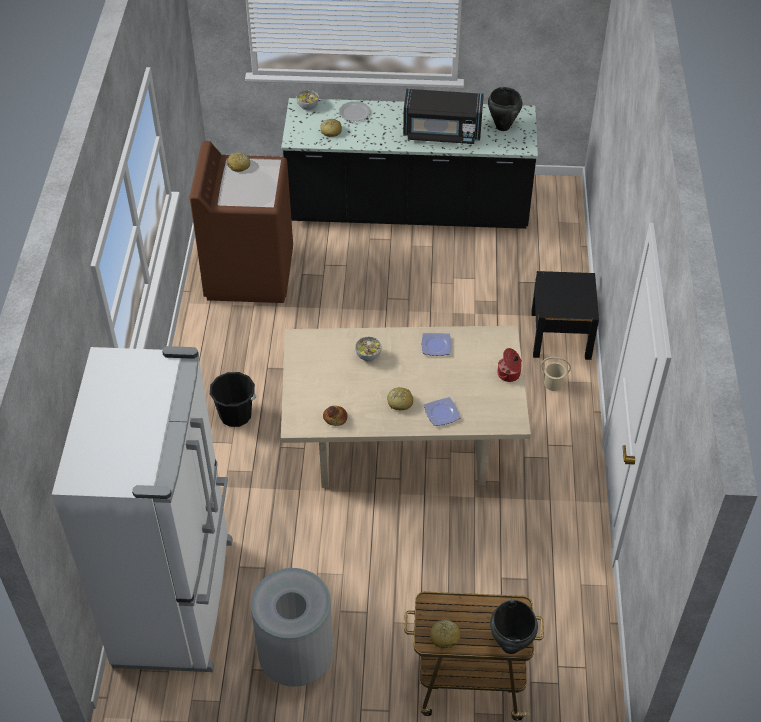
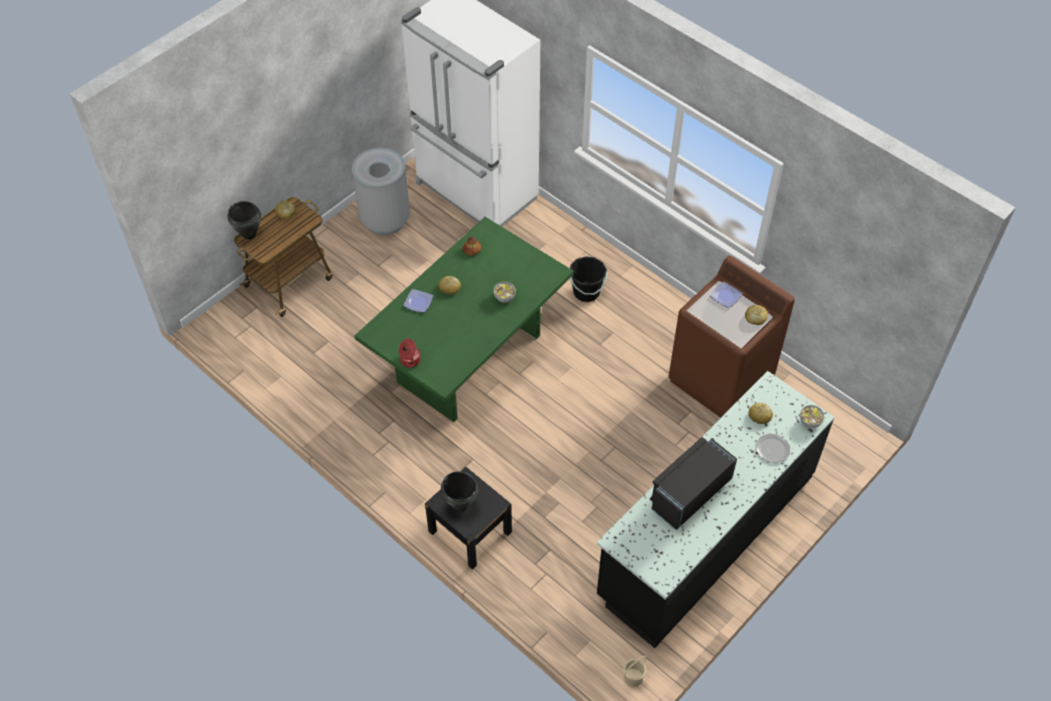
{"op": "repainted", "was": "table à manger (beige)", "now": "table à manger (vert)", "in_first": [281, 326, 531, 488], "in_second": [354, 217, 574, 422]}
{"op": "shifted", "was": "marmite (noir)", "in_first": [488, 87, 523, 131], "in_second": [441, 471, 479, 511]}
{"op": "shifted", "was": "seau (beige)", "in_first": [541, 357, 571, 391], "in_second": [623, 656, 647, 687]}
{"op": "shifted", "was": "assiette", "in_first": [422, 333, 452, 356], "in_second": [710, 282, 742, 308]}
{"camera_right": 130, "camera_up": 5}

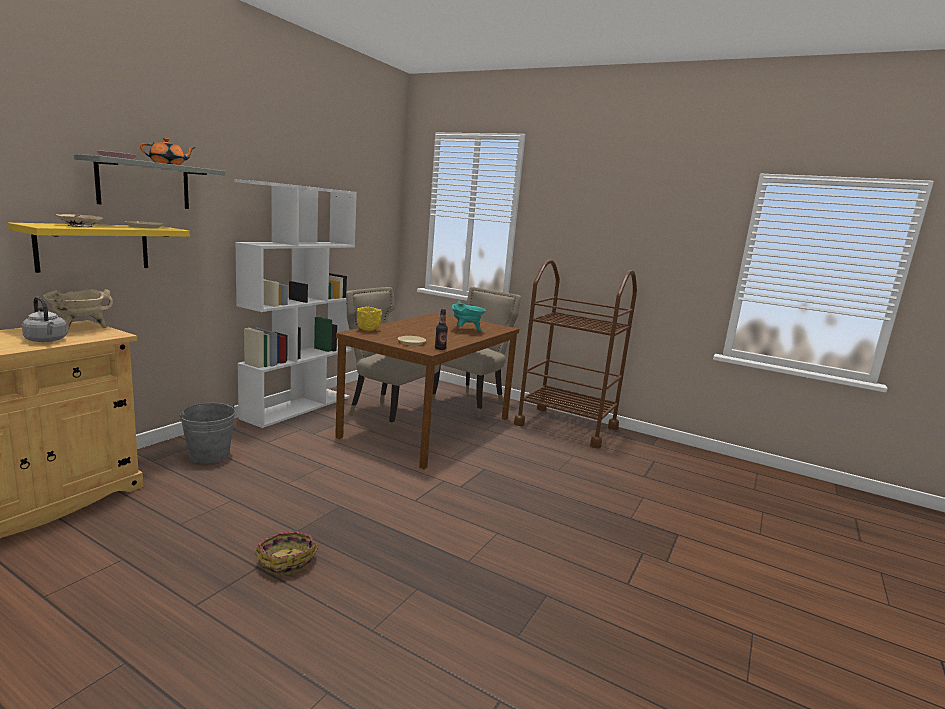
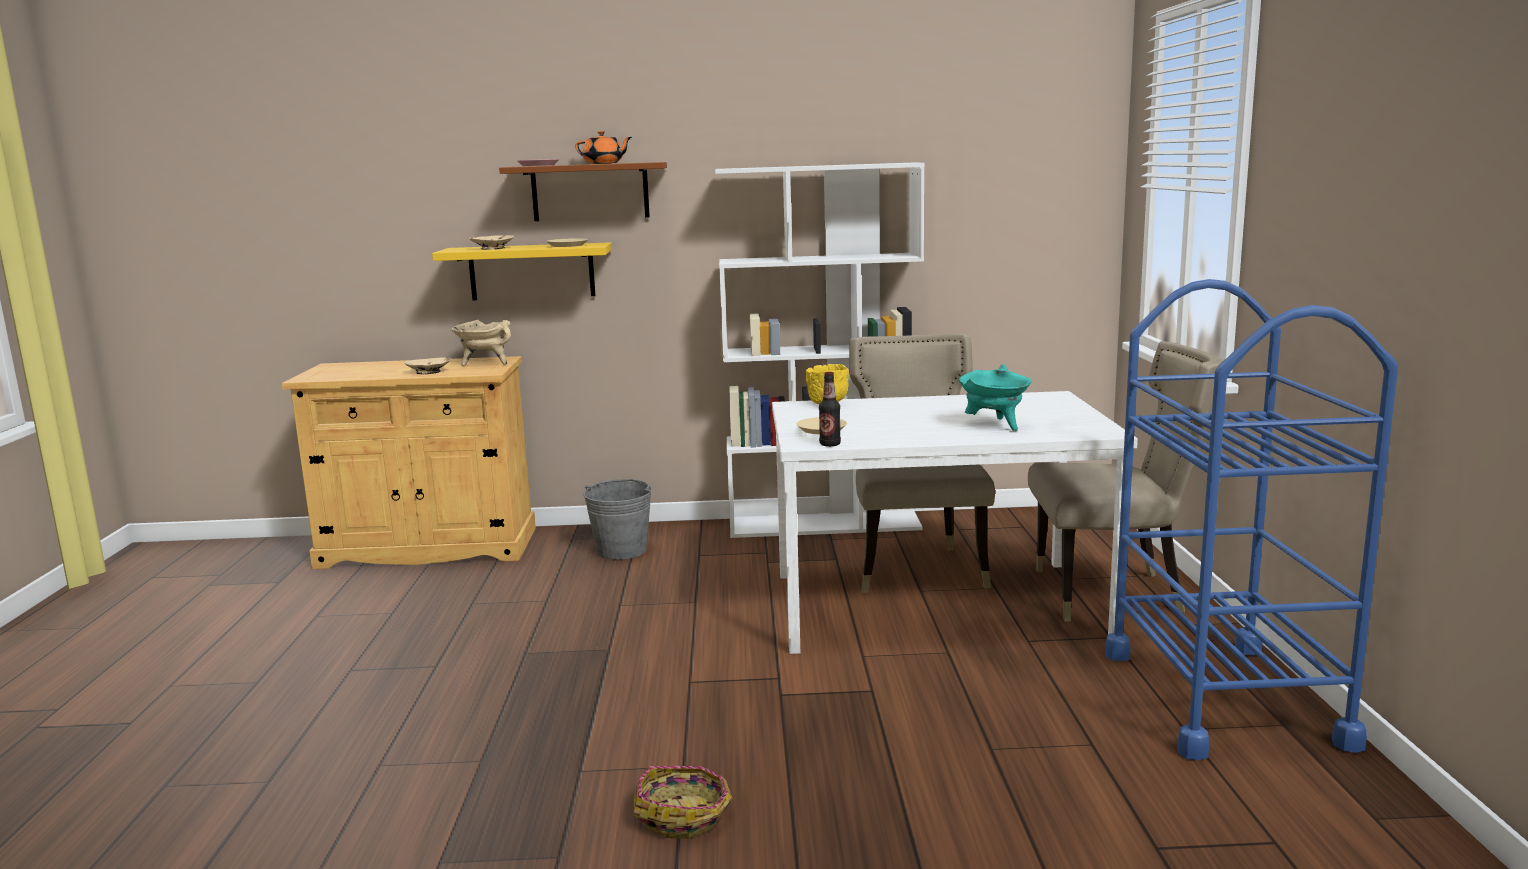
{"op": "swapped", "was": "bouilloire (gris)", "now": "bol (beige)", "in_first": [22, 297, 67, 342], "in_second": [404, 357, 451, 374]}
{"op": "repainted", "was": "étagère (gris)", "now": "étagère (marron)", "in_first": [74, 154, 225, 209], "in_second": [499, 162, 667, 221]}
{"op": "shifted", "was": "panier", "in_first": [255, 531, 318, 576], "in_second": [634, 766, 732, 839]}
{"op": "repainted", "was": "table à manger (marron)", "now": "table à manger (blanc)", "in_first": [335, 313, 519, 469], "in_second": [772, 391, 1138, 654]}
{"op": "repainted", "was": "chariot (marron)", "now": "chariot (bleu)", "in_first": [514, 260, 637, 449], "in_second": [1105, 279, 1398, 760]}
{"camera_right": 60, "camera_up": 0}

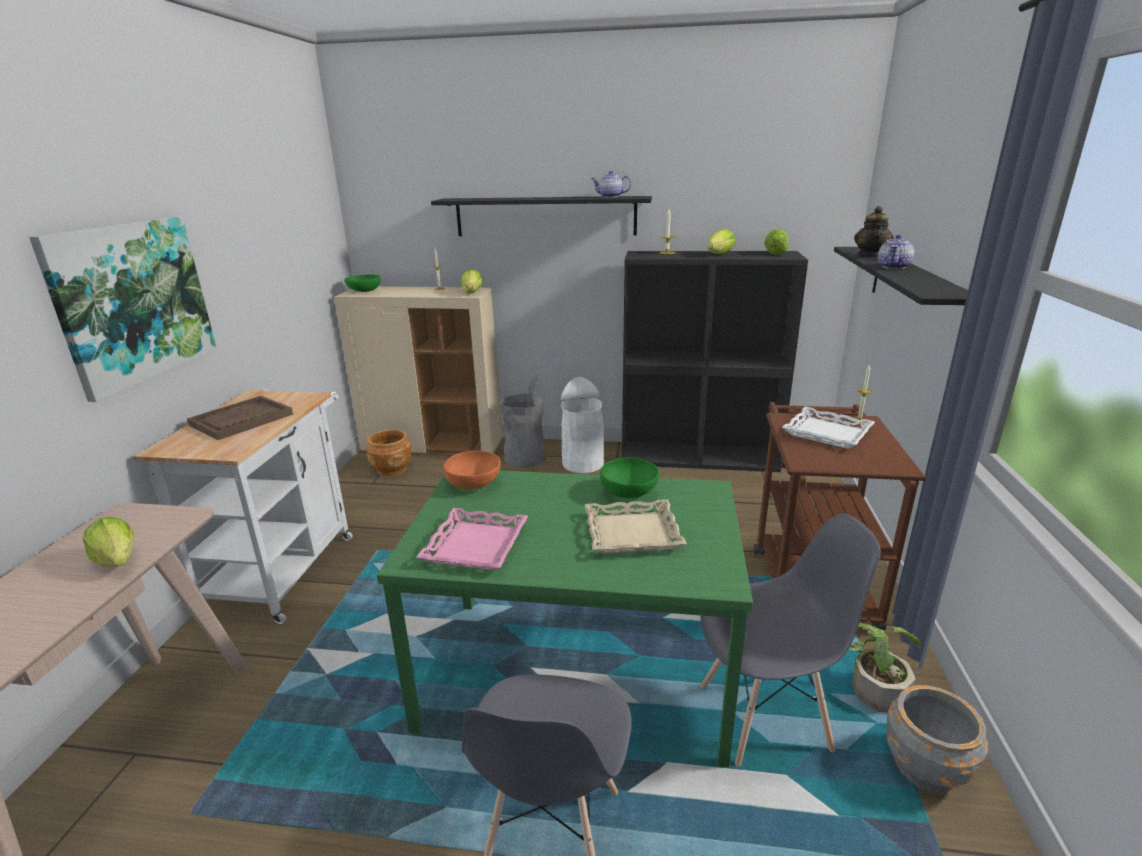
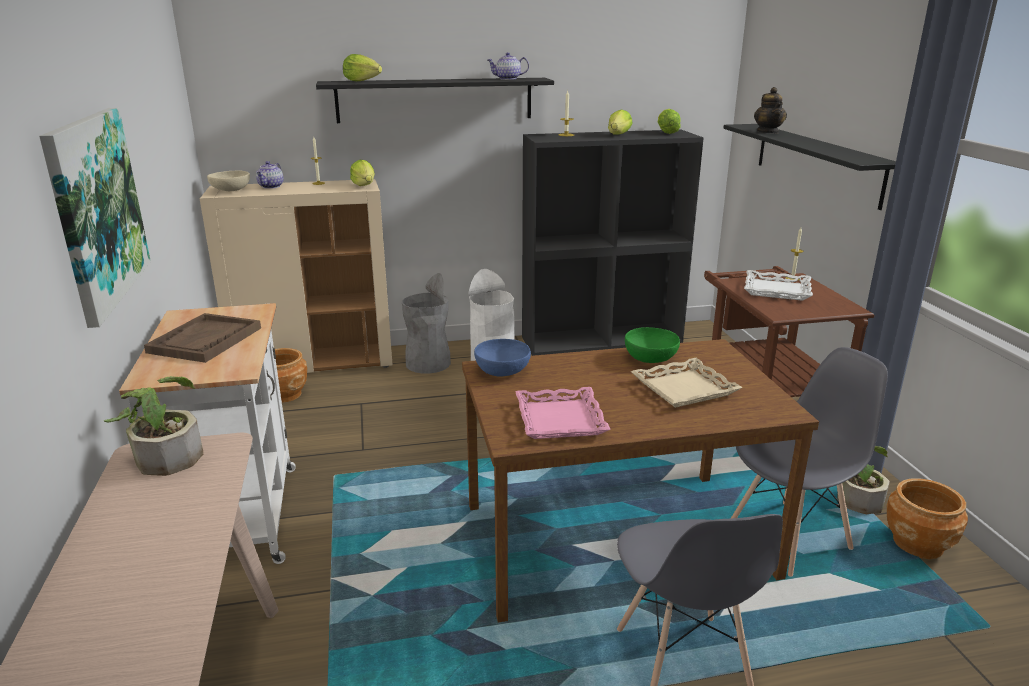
{"op": "new", "now": "plante en pot", "in_second": [103, 376, 203, 476]}
{"op": "repainted", "was": "bol (vert)", "now": "bol (beige)", "in_first": [344, 274, 381, 292], "in_second": [207, 171, 250, 191]}
{"op": "shifted", "was": "théière", "in_first": [878, 234, 914, 269], "in_second": [256, 161, 284, 189]}
{"op": "shifted", "was": "laitue", "in_first": [83, 517, 134, 567], "in_second": [343, 54, 382, 81]}
{"op": "repainted", "was": "table à manger (vert)", "now": "table à manger (marron)", "in_first": [377, 470, 753, 768], "in_second": [462, 339, 819, 622]}
{"op": "repainted", "was": "bol (orange)", "now": "bol (bleu)", "in_first": [444, 451, 501, 489], "in_second": [474, 339, 531, 377]}
{"op": "repainted", "was": "cache-pot (gris)", "now": "cache-pot (marron)", "in_first": [887, 685, 988, 793], "in_second": [887, 478, 968, 559]}
{"camera_right": -20, "camera_up": 0}

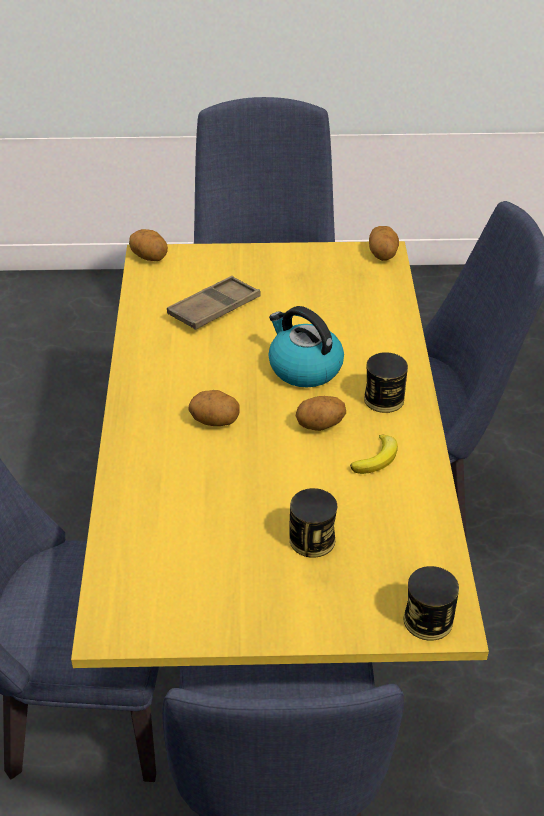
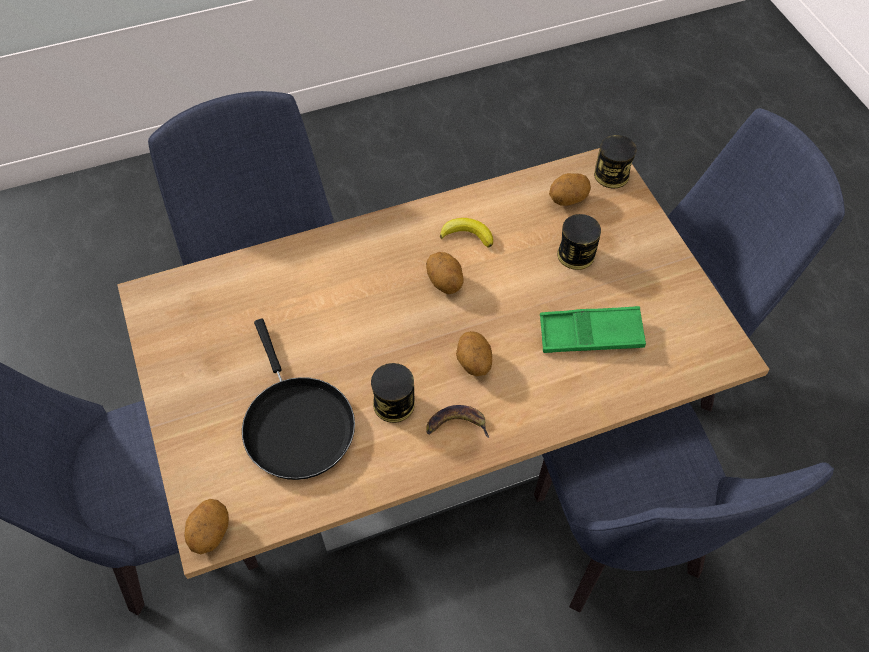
{"op": "repainted", "was": "table à manger (jaune)", "now": "table à manger (marron)", "in_first": [71, 241, 489, 668], "in_second": [117, 148, 770, 579]}
{"op": "swapped", "was": "plateau (marron)", "now": "poêle (noir)", "in_first": [167, 276, 261, 330], "in_second": [242, 318, 355, 480]}
{"op": "shifted", "was": "boîte métallique", "in_first": [364, 352, 408, 413], "in_second": [371, 363, 415, 423]}
{"op": "new", "now": "banane", "in_second": [426, 405, 489, 438]}
{"op": "new", "now": "plateau (vert)", "in_second": [540, 306, 646, 353]}
{"op": "shifted", "was": "pomme de terre", "in_first": [369, 226, 399, 261], "in_second": [549, 173, 591, 206]}
{"op": "gone", "was": "bouilloire", "in_first": [268, 306, 344, 387]}
{"camera_right": -110, "camera_up": 15}

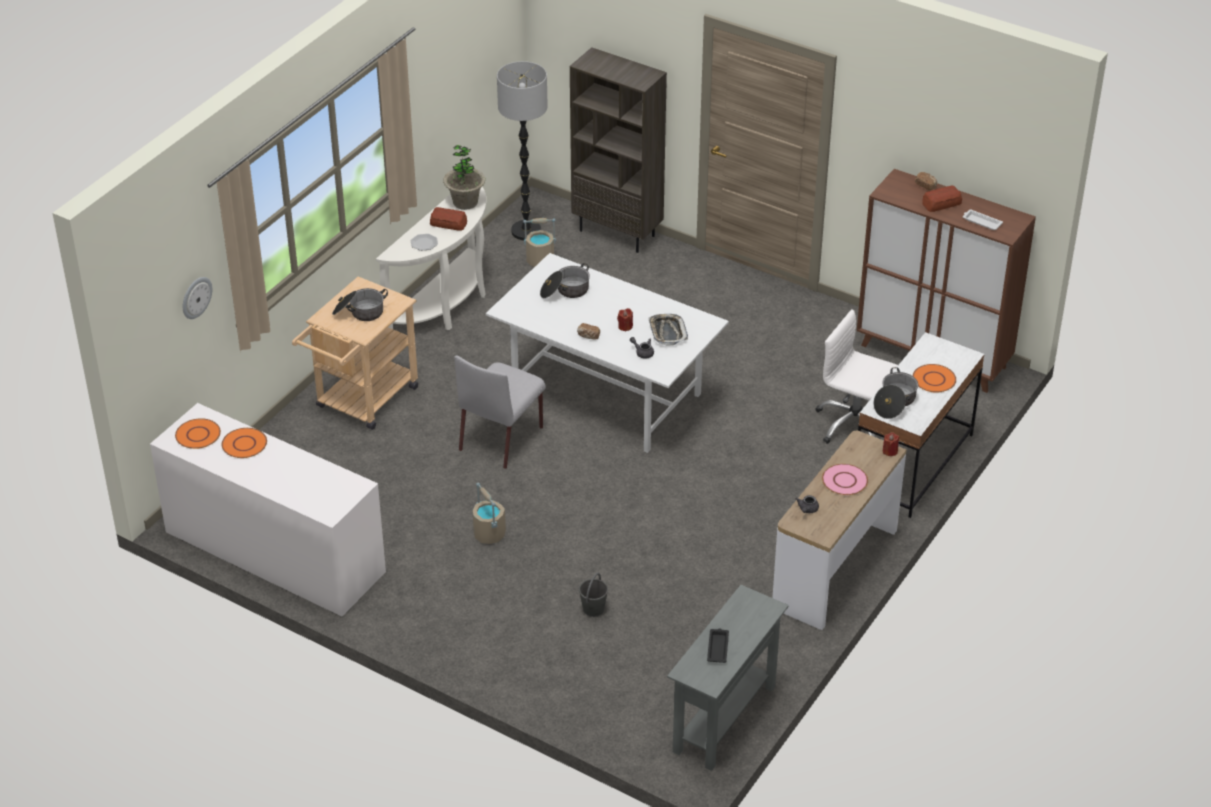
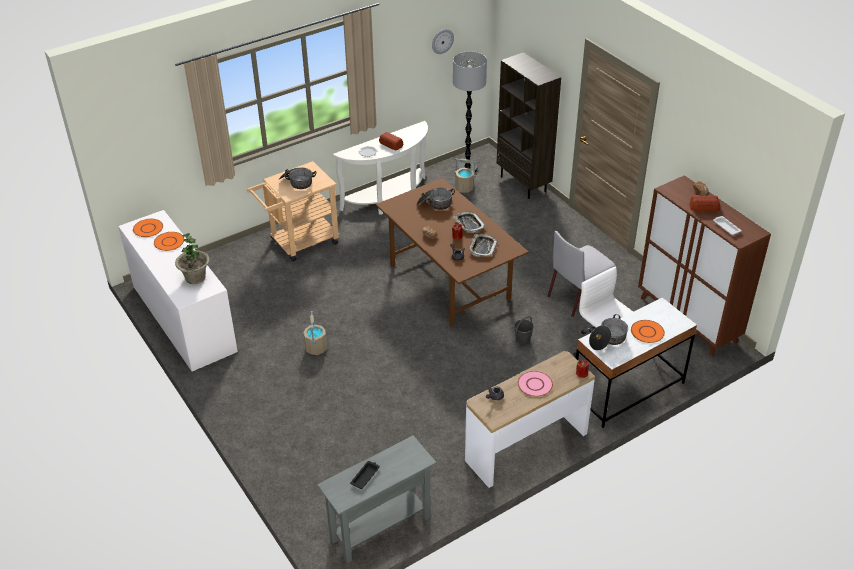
{"op": "shifted", "was": "plante en pot", "in_first": [443, 145, 486, 210], "in_second": [175, 233, 210, 284]}
{"op": "repainted", "was": "table à manger (blanc)", "now": "table à manger (marron)", "in_first": [486, 253, 729, 453], "in_second": [376, 178, 529, 327]}
{"op": "shifted", "was": "horloge murale", "in_first": [183, 277, 212, 319], "in_second": [432, 29, 454, 54]}
{"op": "new", "now": "plateau", "in_second": [454, 212, 486, 233]}
{"op": "shifted", "was": "seau (gris)", "in_first": [579, 573, 608, 617], "in_second": [514, 316, 534, 345]}
{"op": "shifted", "was": "chaise (gris)", "in_first": [454, 355, 546, 469], "in_second": [547, 231, 616, 317]}
{"camera_right": 25, "camera_up": 0}

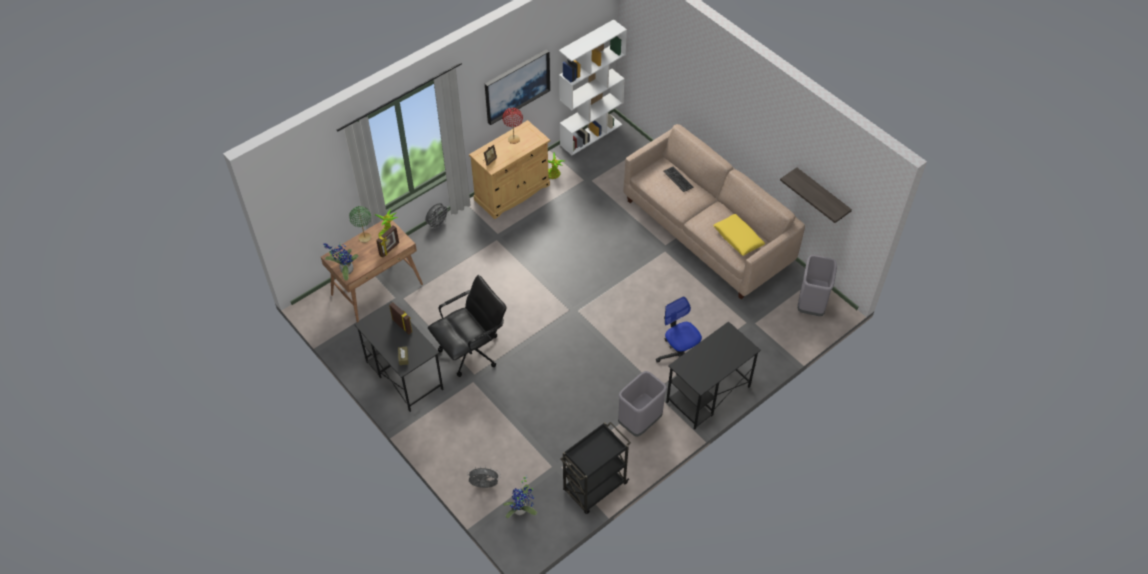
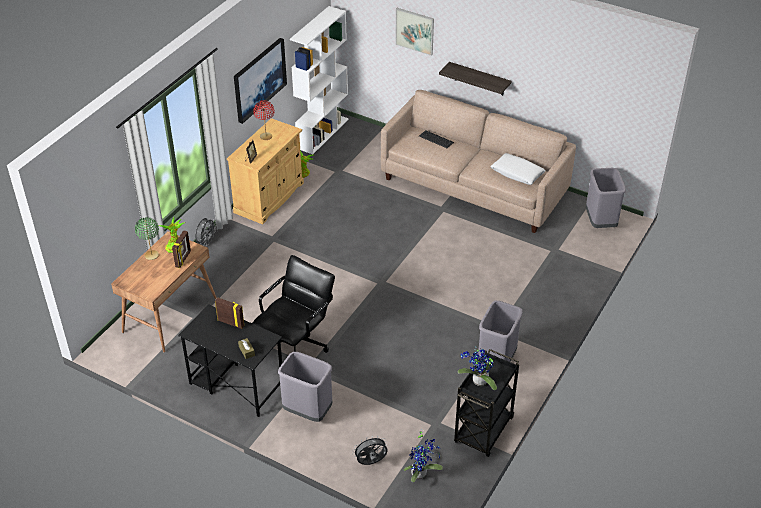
{"op": "new", "now": "poubelle (gris)", "in_second": [278, 352, 332, 422]}
{"op": "new", "now": "tableau", "in_second": [395, 8, 434, 56]}
{"op": "shifted", "was": "étagère", "in_first": [780, 168, 852, 223], "in_second": [439, 62, 511, 96]}
{"op": "shifted", "was": "plante en pot", "in_first": [323, 243, 358, 281], "in_second": [457, 349, 497, 390]}
{"op": "repainted", "was": "coussin (jaune)", "now": "coussin (blanc)", "in_first": [713, 214, 765, 256], "in_second": [491, 153, 546, 185]}
{"op": "gone", "was": "chaise de bureau", "in_first": [656, 297, 702, 375]}
{"op": "gone", "was": "bureau (noir)", "in_first": [666, 321, 761, 430]}
{"camera_right": -20, "camera_up": -10}

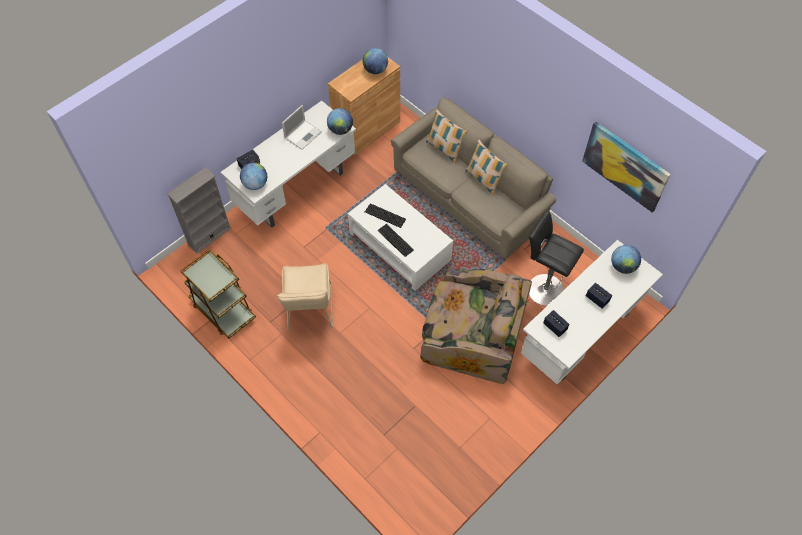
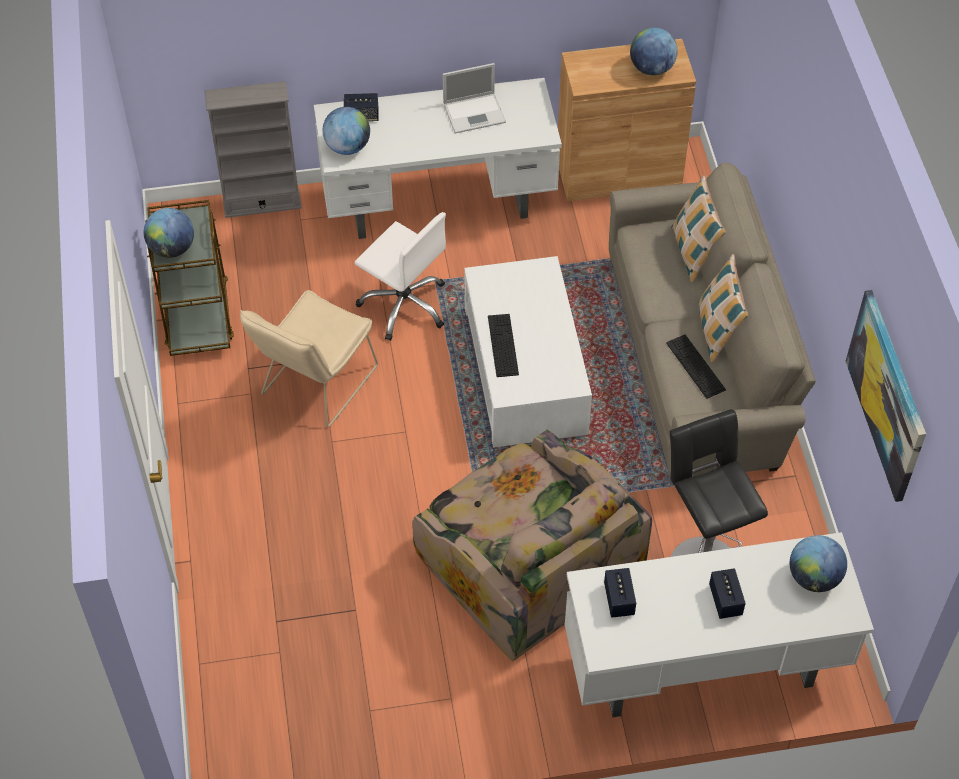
{"op": "shifted", "was": "globe", "in_first": [327, 108, 353, 135], "in_second": [144, 208, 194, 258]}
{"op": "new", "now": "chaise de bureau (blanc)", "in_second": [355, 212, 446, 341]}
{"op": "shifted", "was": "clavier", "in_first": [365, 203, 406, 228], "in_second": [666, 335, 726, 399]}
{"camera_right": 35, "camera_up": -5}

